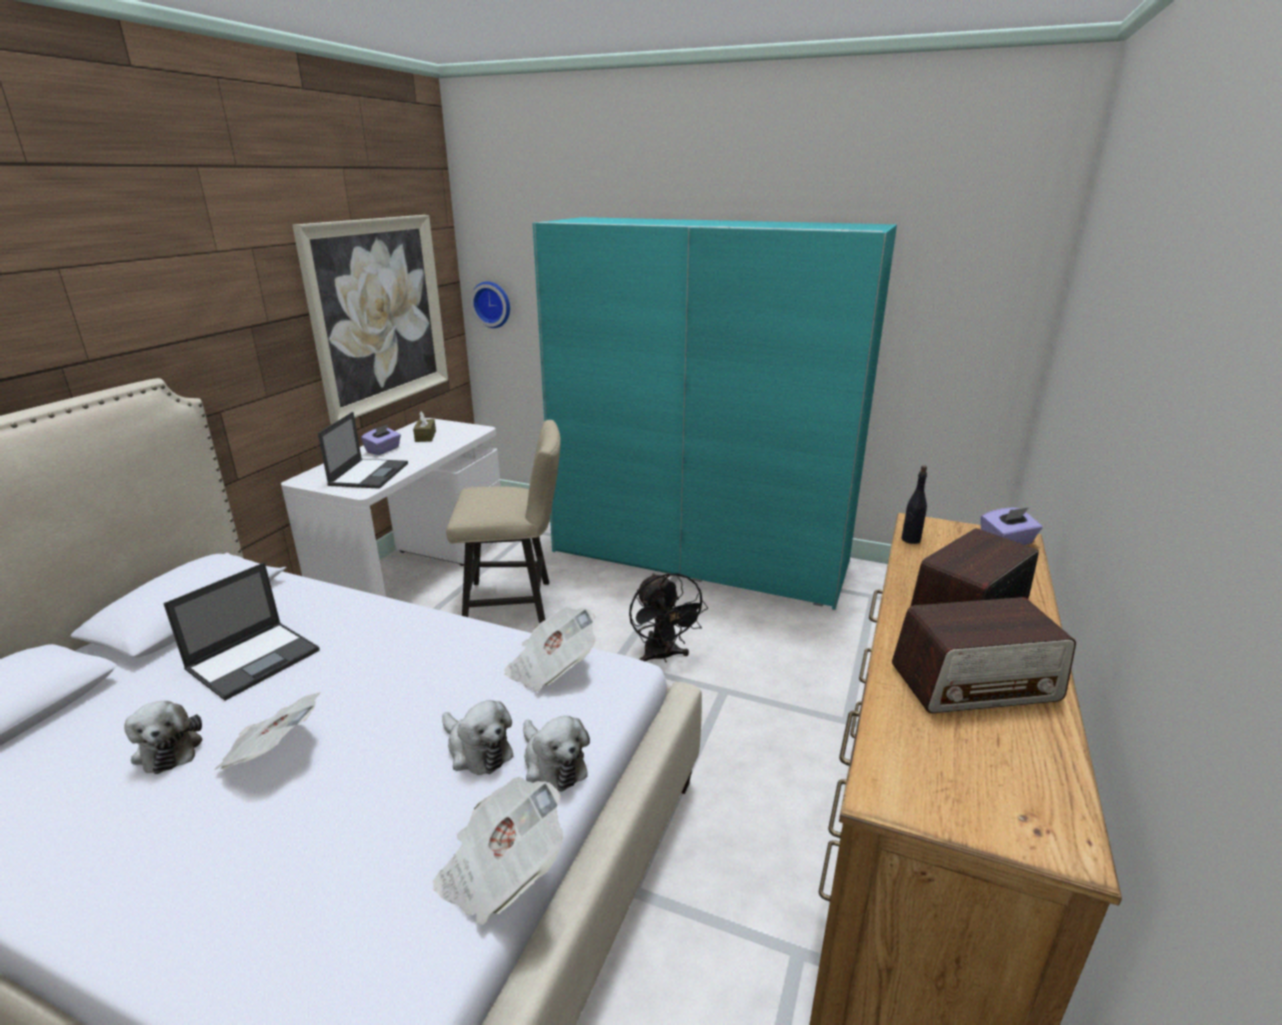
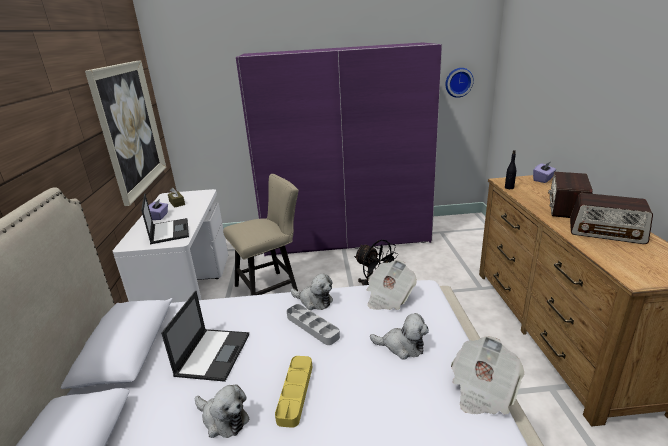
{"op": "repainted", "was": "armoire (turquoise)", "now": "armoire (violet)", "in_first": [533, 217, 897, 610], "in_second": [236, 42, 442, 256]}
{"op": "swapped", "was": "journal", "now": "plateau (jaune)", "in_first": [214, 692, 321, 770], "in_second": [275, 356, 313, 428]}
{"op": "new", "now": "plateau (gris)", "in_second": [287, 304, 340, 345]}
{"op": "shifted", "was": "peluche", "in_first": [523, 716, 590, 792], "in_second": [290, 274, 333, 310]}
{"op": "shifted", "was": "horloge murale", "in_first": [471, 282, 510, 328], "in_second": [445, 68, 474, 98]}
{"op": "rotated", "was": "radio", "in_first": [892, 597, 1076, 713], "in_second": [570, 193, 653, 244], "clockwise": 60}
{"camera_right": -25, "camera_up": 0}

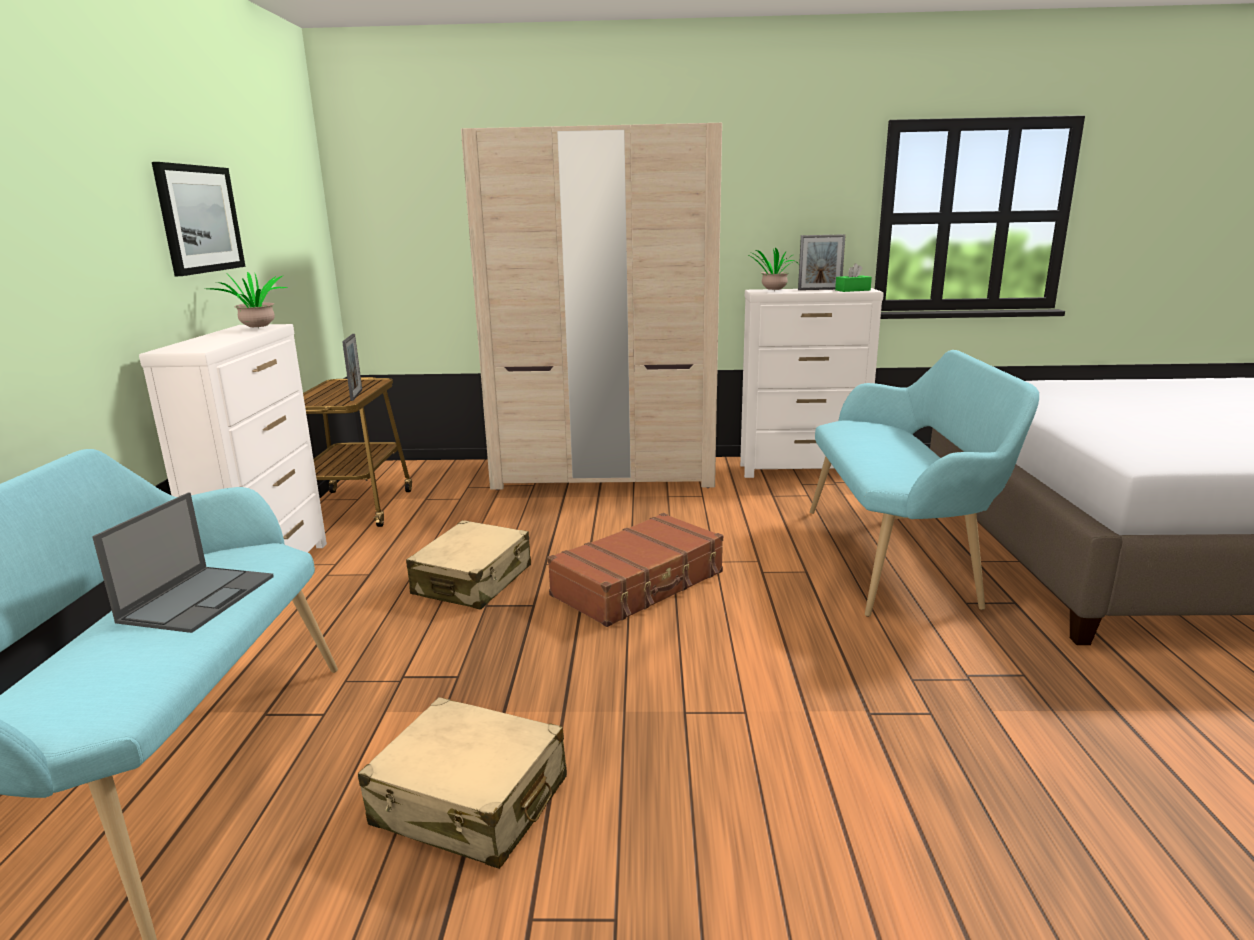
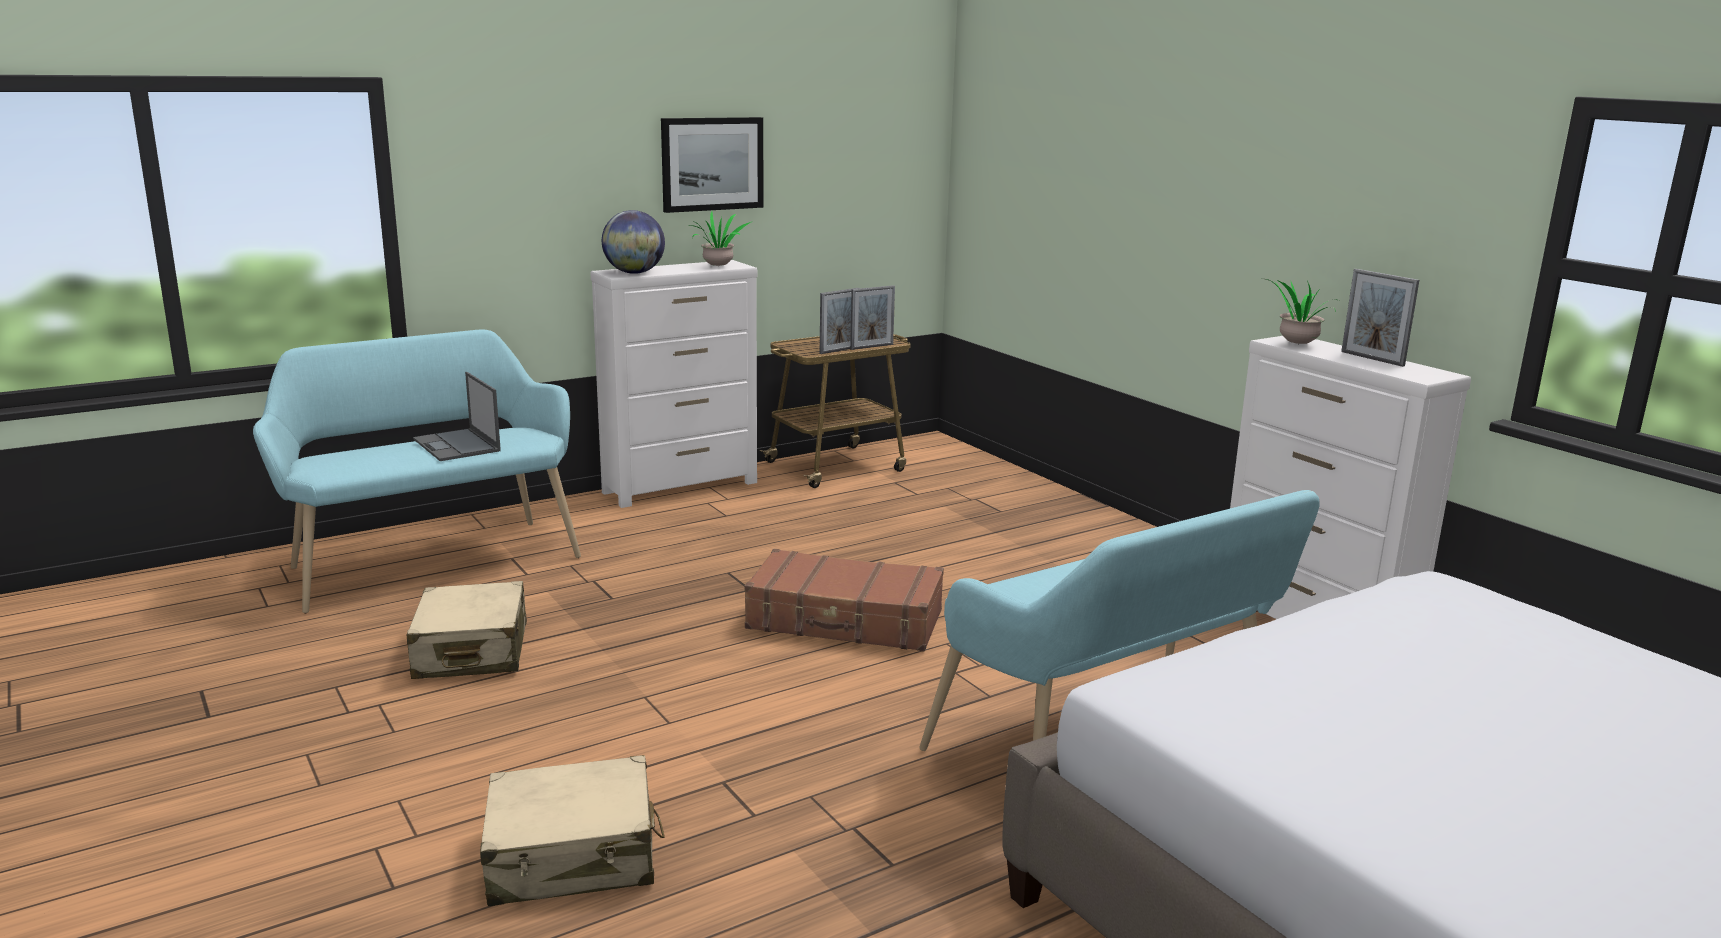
{"op": "rotated", "was": "ordinateur portable", "in_first": [92, 492, 274, 633], "in_second": [413, 372, 501, 461], "clockwise": 75}
{"op": "shifted", "was": "valise (beige)", "in_first": [406, 520, 531, 609], "in_second": [480, 755, 665, 906]}
{"op": "new", "now": "globe", "in_second": [602, 210, 665, 274]}
{"op": "new", "now": "cadre photo", "in_second": [850, 285, 895, 350]}
{"op": "gone", "was": "armoire (beige)", "in_first": [461, 123, 722, 490]}
{"op": "gone", "was": "boîte à mouchoirs (vert)", "in_first": [835, 263, 872, 292]}
{"camera_right": 55, "camera_up": 0}

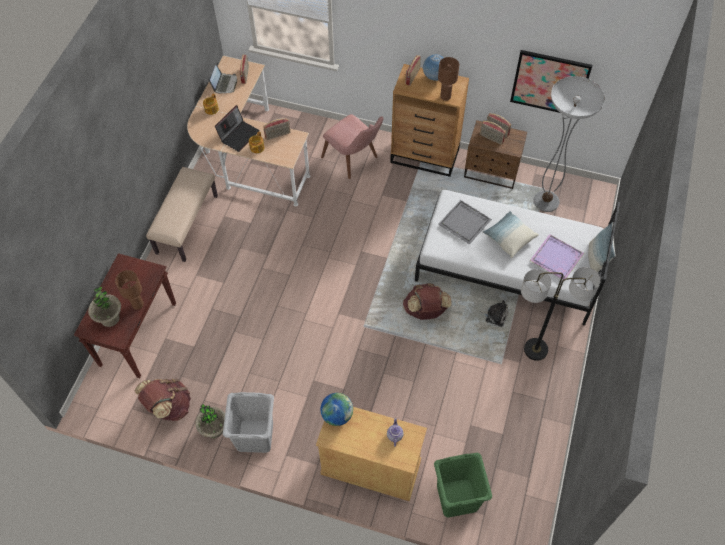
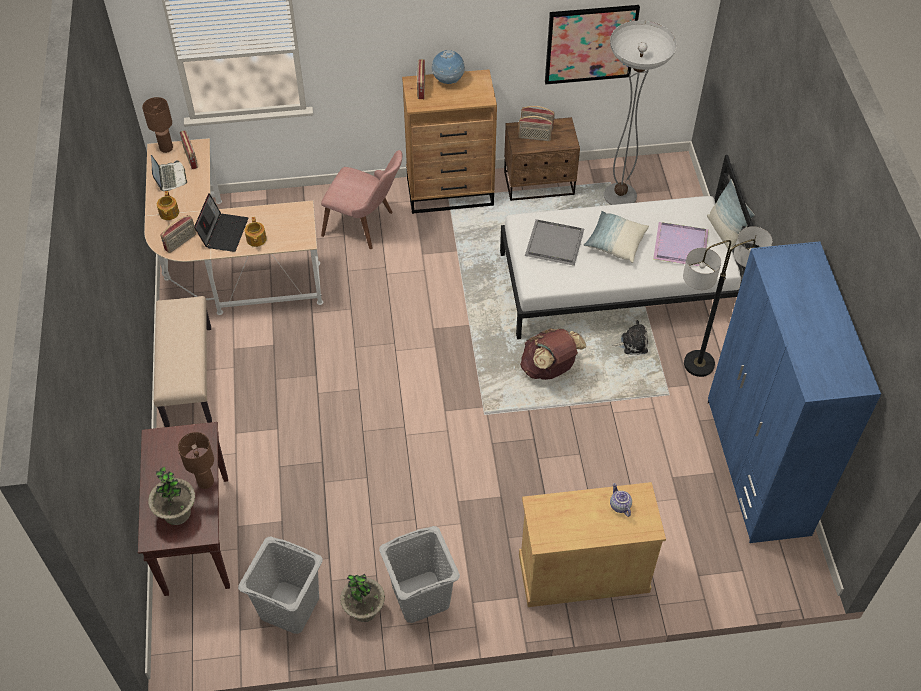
{"op": "shifted", "was": "lampe de table (marron)", "in_first": [438, 57, 459, 101], "in_second": [142, 97, 173, 153]}
{"op": "shifted", "was": "radio", "in_first": [263, 118, 290, 140], "in_second": [160, 215, 196, 253]}
{"op": "swapped", "was": "sac à dos (marron)", "now": "panier à linge (gris)", "in_first": [134, 379, 191, 421], "in_second": [238, 536, 323, 634]}
{"op": "new", "now": "armoire (bleu)", "in_second": [708, 241, 881, 543]}
{"op": "gone", "was": "globe", "in_first": [320, 393, 353, 426]}
{"op": "gone", "was": "panier à linge (vert)", "in_first": [434, 453, 492, 517]}
{"camera_right": -25, "camera_up": -5}

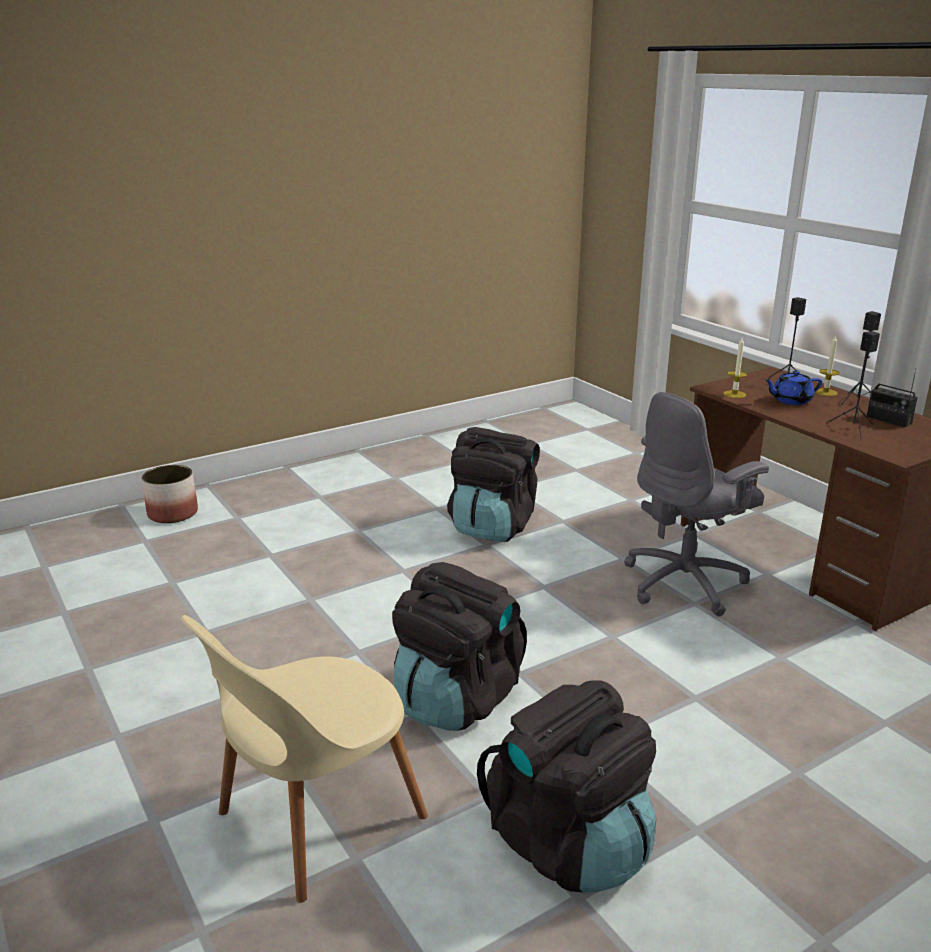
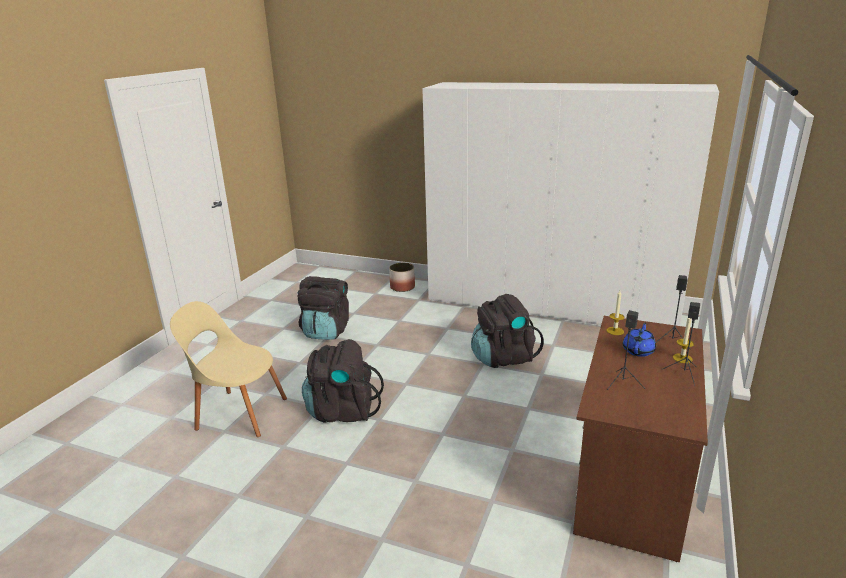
{"op": "shifted", "was": "sac à dos (noir)", "in_first": [477, 680, 656, 893], "in_second": [298, 276, 349, 340]}
{"op": "new", "now": "armoire (blanc)", "in_second": [422, 82, 719, 326]}
{"op": "rotated", "was": "théière (bleu)", "in_first": [764, 371, 822, 405], "in_second": [623, 323, 656, 357], "clockwise": 75}
{"op": "gone", "was": "chaise de bureau (gris)", "in_first": [624, 392, 769, 616]}
{"op": "gone", "was": "radio", "in_first": [867, 370, 918, 428]}
{"camera_right": 55, "camera_up": 0}

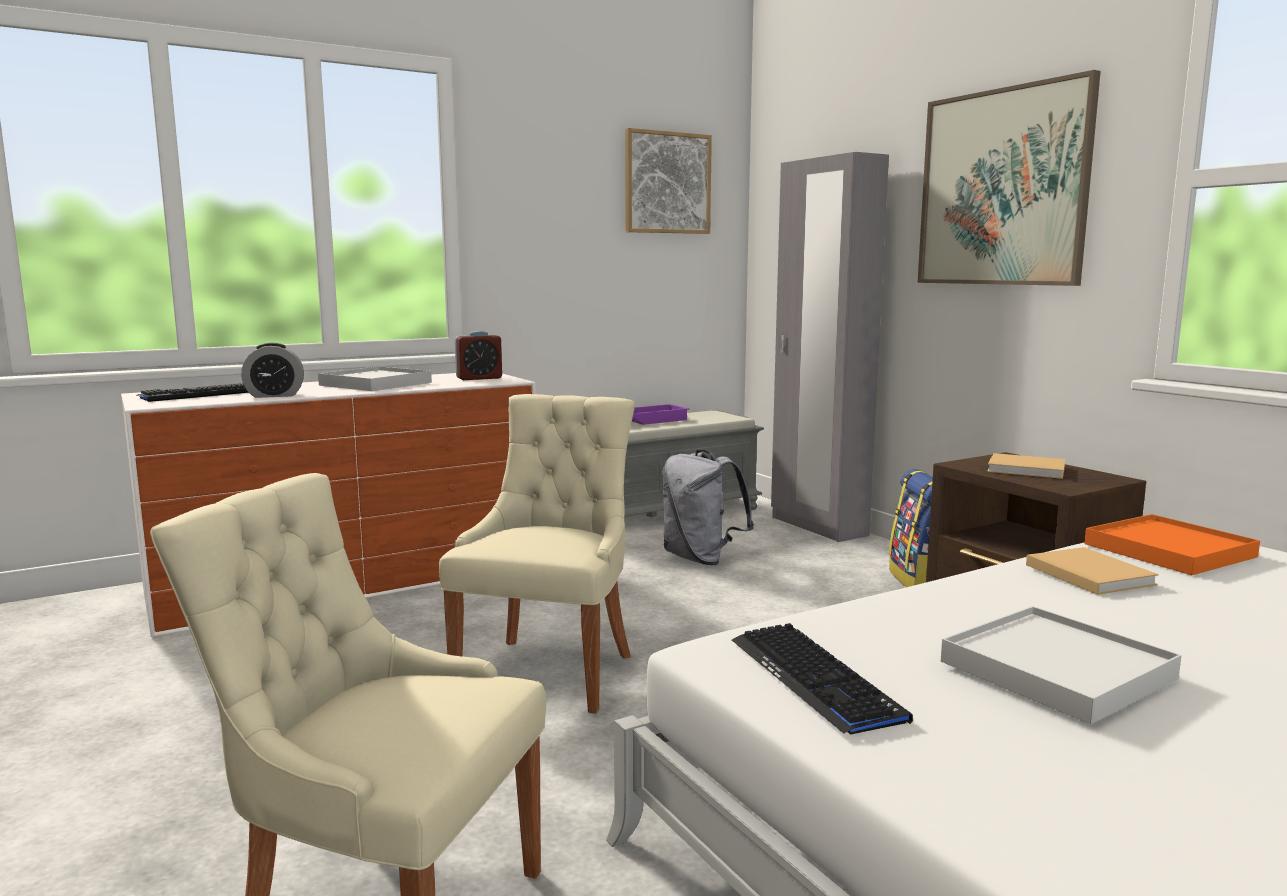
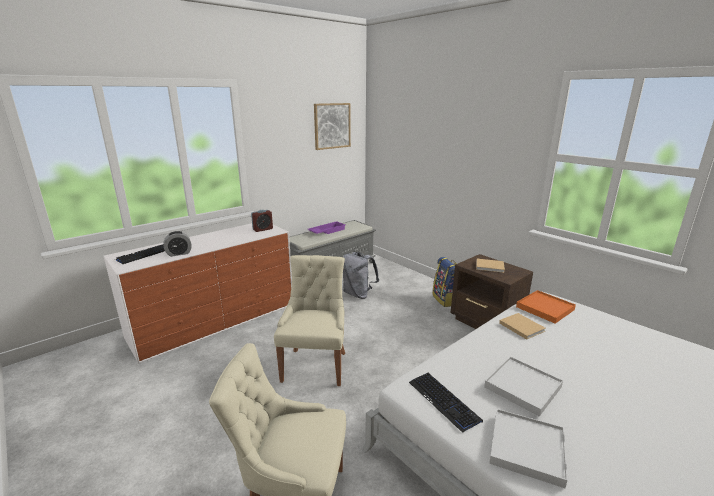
{"op": "shifted", "was": "plateau (blanc)", "in_first": [318, 366, 432, 391], "in_second": [489, 409, 568, 488]}
{"op": "gone", "was": "armoire (gris)", "in_first": [771, 152, 889, 542]}
{"op": "gone", "was": "tableau", "in_first": [918, 70, 1101, 286]}
{"camera_right": -10, "camera_up": 10}

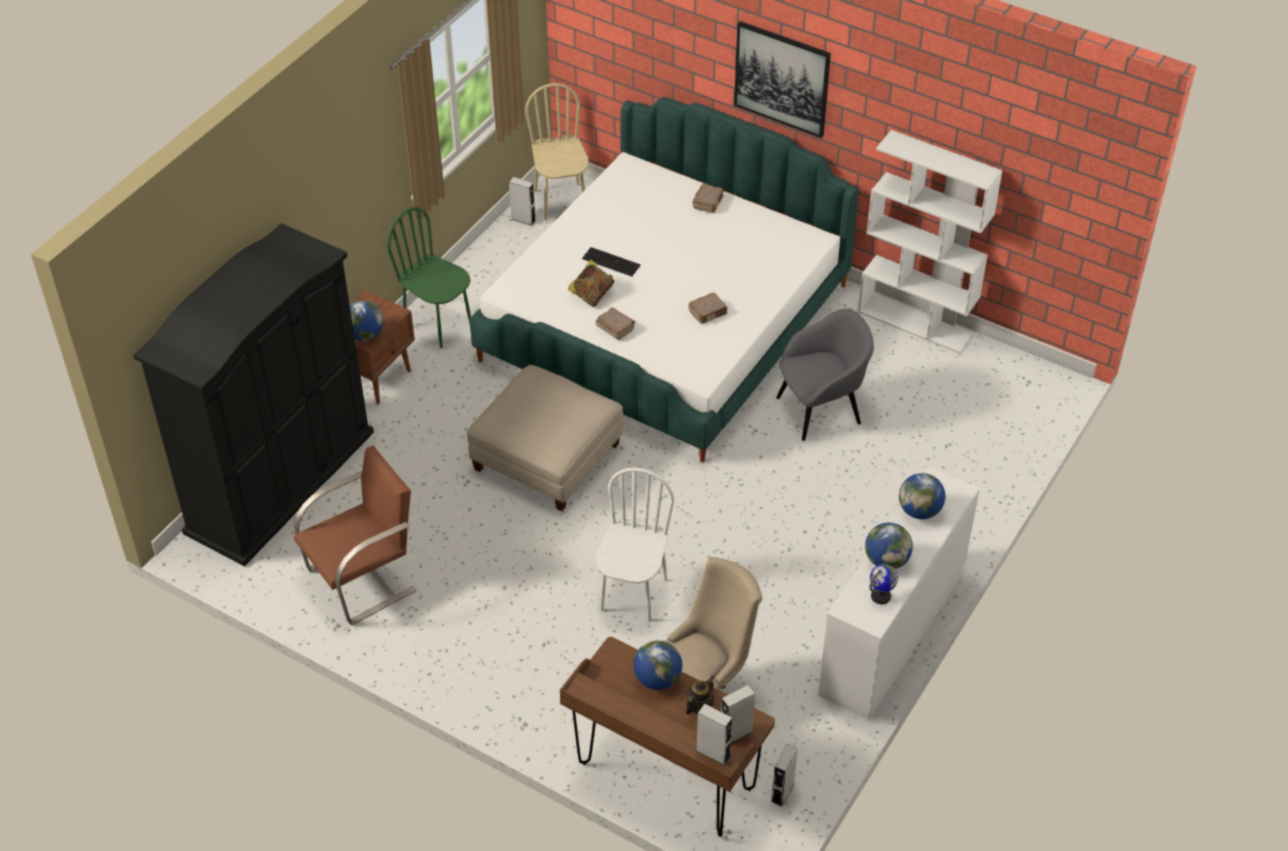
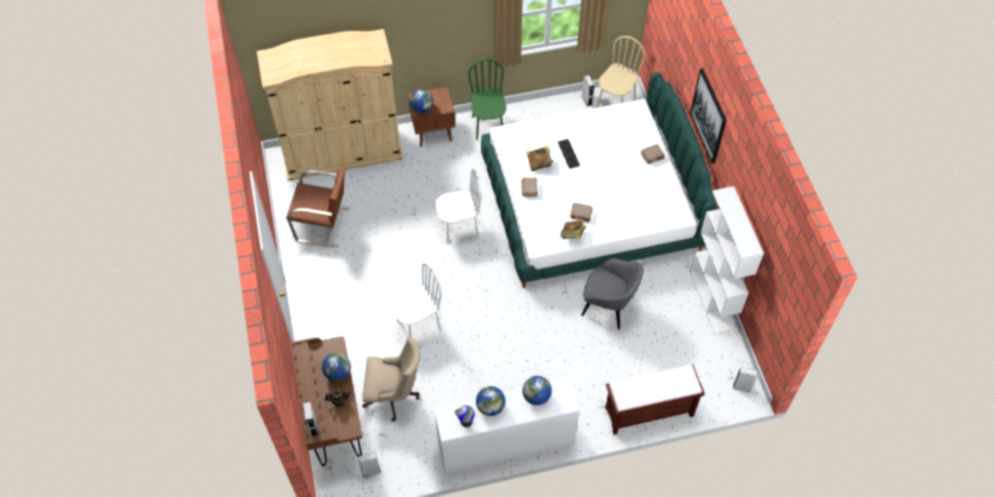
{"op": "repainted", "was": "armoire (noir)", "now": "armoire (beige)", "in_first": [133, 223, 374, 566], "in_second": [257, 29, 404, 181]}
{"op": "swapped", "was": "pouf (beige)", "now": "chaise (blanc)", "in_first": [467, 365, 623, 511], "in_second": [435, 168, 481, 244]}
{"op": "new", "now": "livre", "in_second": [560, 220, 586, 239]}
{"op": "new", "now": "banc (marron)", "in_second": [605, 364, 705, 435]}
{"op": "shifted", "was": "enceinte (gris)", "in_first": [721, 685, 755, 743], "in_second": [733, 367, 758, 392]}
{"camera_right": 45, "camera_up": 10}

